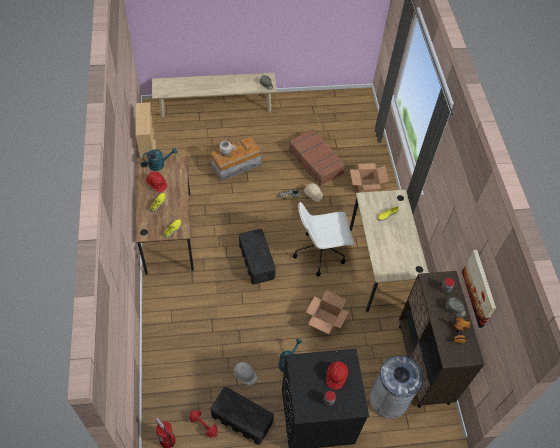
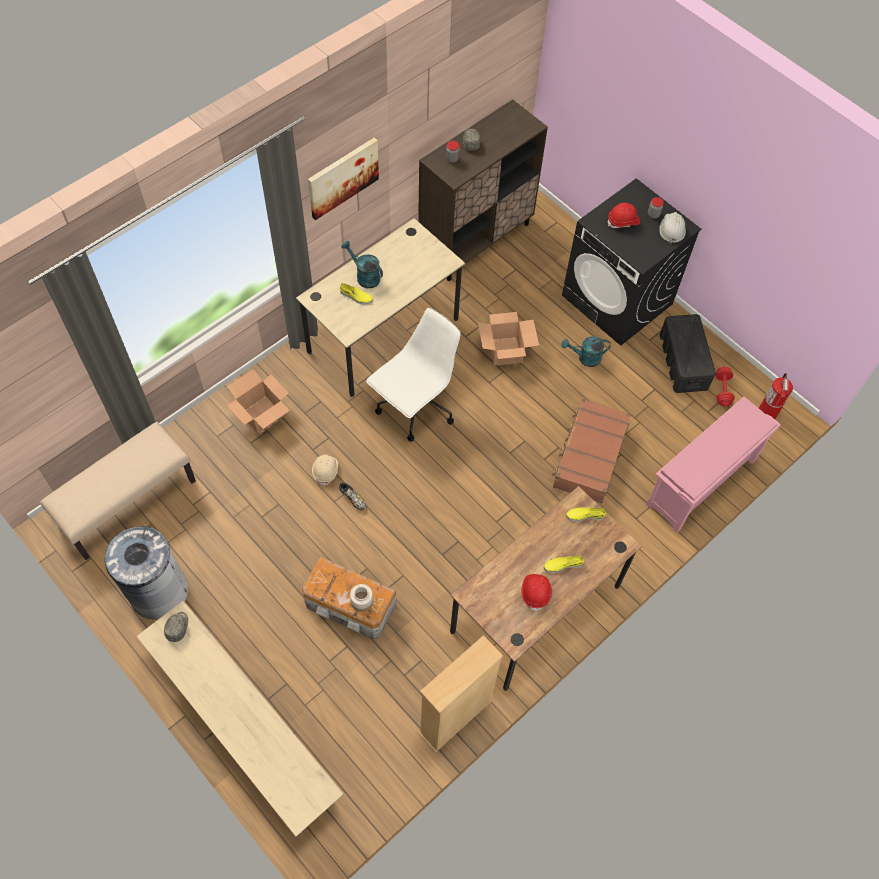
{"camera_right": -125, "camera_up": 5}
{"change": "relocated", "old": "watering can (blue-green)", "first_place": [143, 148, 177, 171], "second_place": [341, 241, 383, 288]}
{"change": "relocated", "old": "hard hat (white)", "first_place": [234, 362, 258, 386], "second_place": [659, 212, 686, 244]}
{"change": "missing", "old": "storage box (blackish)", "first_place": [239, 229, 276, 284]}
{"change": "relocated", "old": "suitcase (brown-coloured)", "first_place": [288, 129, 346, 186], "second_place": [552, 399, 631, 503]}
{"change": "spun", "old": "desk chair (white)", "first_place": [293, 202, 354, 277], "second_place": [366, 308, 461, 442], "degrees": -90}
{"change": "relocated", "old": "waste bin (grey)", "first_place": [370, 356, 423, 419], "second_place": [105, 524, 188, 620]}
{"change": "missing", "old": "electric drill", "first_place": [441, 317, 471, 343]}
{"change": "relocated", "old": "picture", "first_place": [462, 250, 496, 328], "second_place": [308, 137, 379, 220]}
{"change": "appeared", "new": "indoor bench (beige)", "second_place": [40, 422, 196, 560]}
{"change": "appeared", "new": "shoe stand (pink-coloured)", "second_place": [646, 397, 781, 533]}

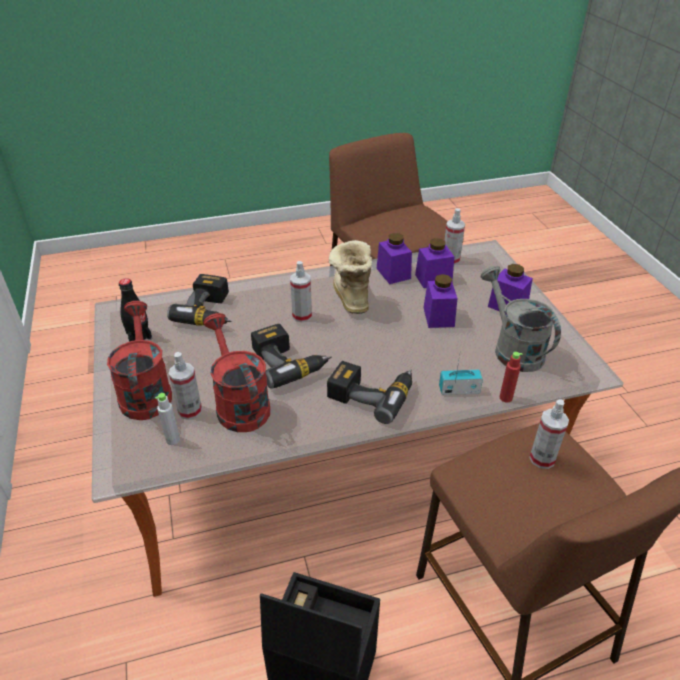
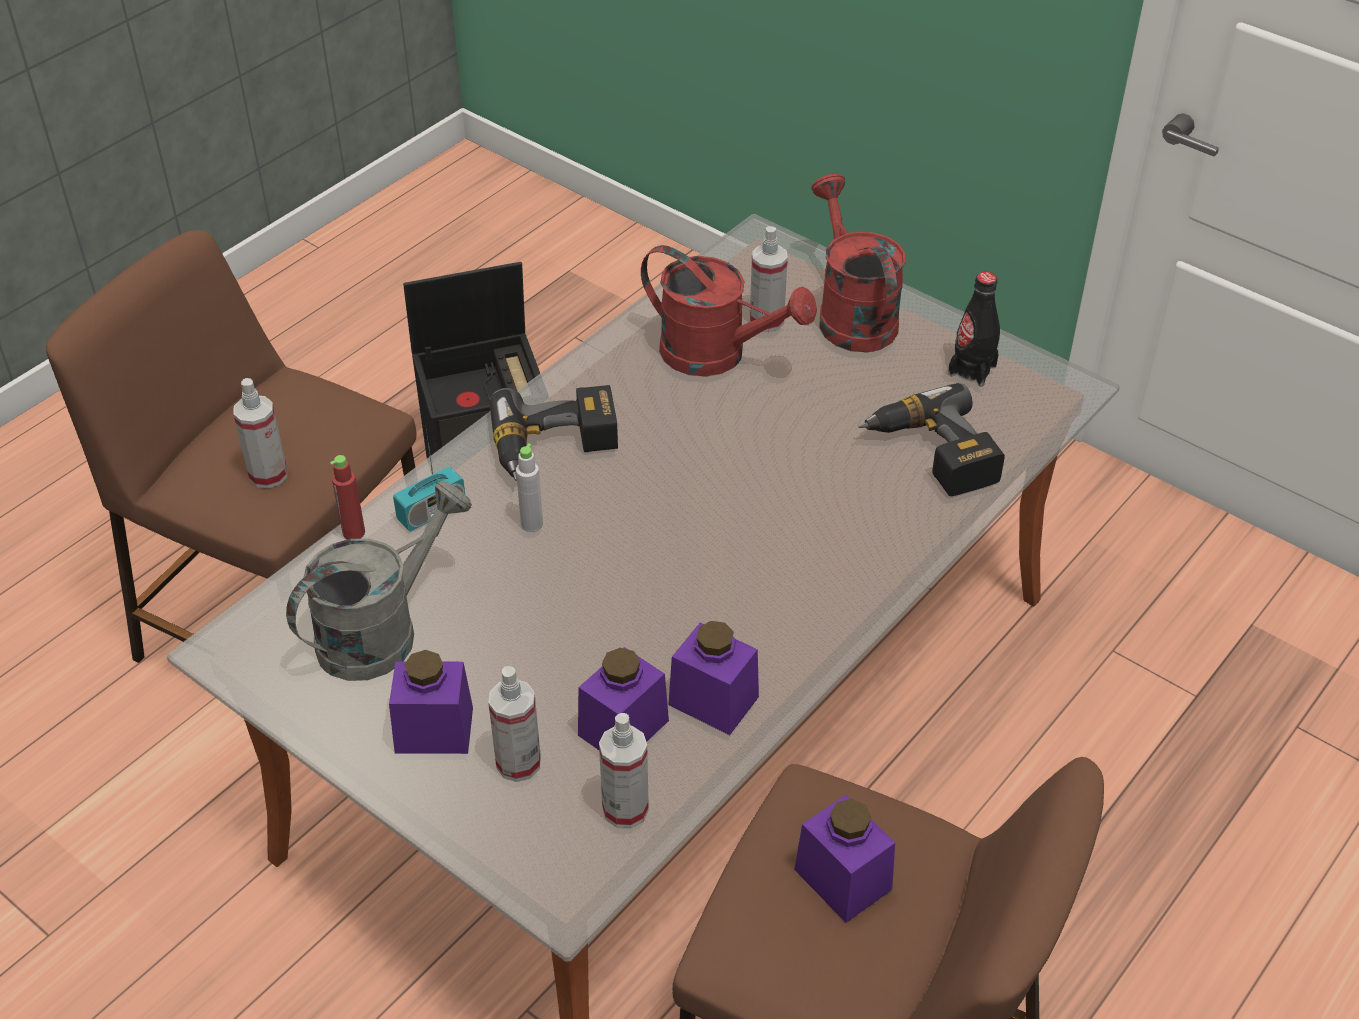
{"camera_right": 145, "camera_up": 5}
{"change": "spun", "old": "watering can (red)", "first_place": [107, 301, 172, 420], "second_place": [812, 174, 906, 352], "degrees": -150}
{"change": "relocated", "old": "drink bottle (grey)", "first_place": [155, 393, 180, 445], "second_place": [516, 443, 543, 532]}
{"change": "missing", "old": "electric drill", "first_place": [251, 324, 332, 389]}
{"change": "relocated", "old": "sprayer", "first_place": [290, 261, 312, 322], "second_place": [488, 666, 541, 782]}
{"change": "missing", "old": "high-top boot", "first_place": [329, 240, 372, 314]}
{"change": "relocated", "old": "preserve jar (purplish)", "first_place": [424, 274, 458, 328], "second_place": [794, 795, 895, 923]}
{"change": "spun", "old": "watering can (grey)", "first_place": [480, 266, 561, 372], "second_place": [286, 481, 472, 681], "degrees": -75}

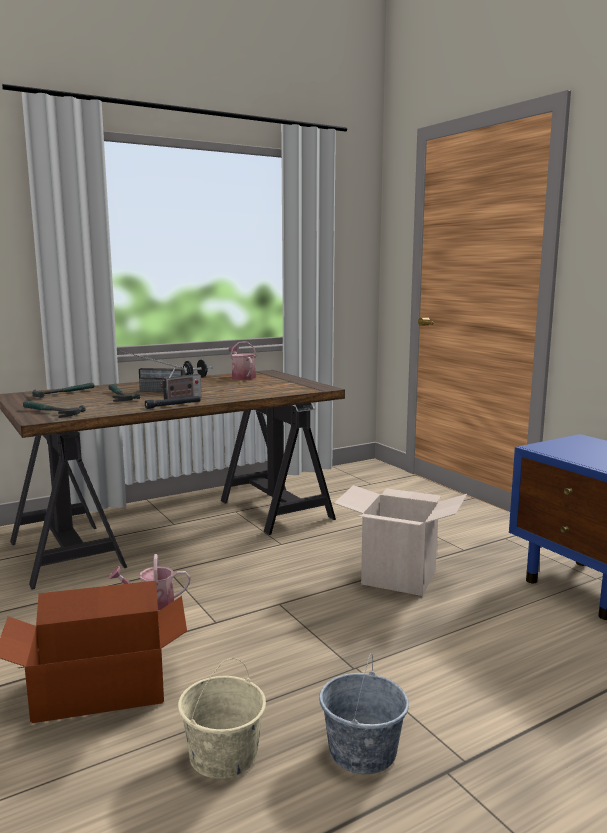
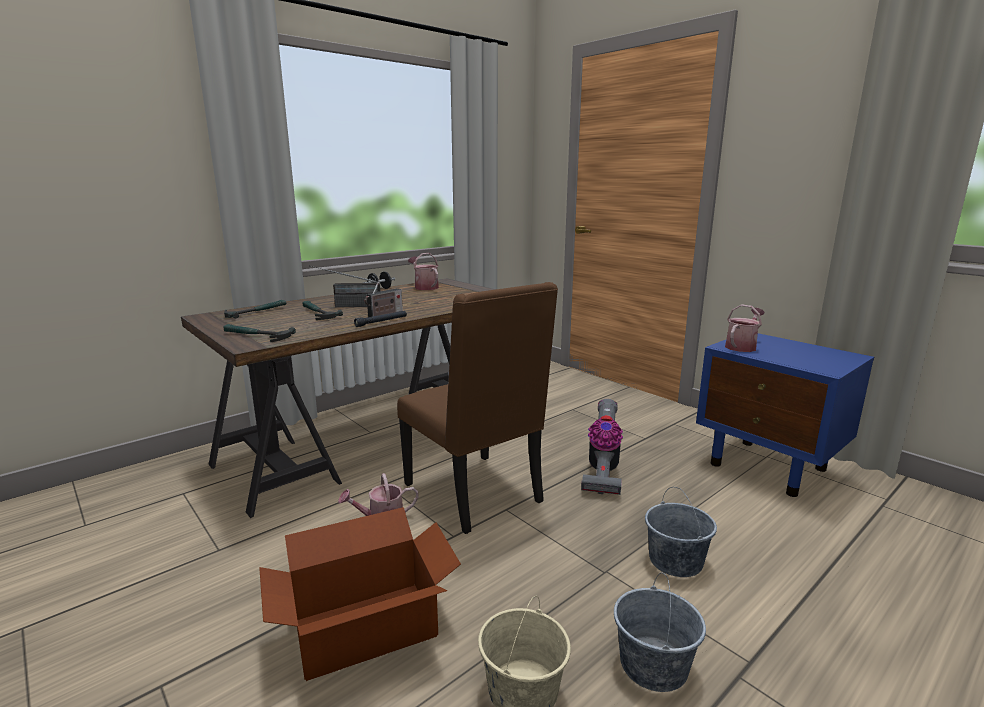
{"camera_right": -10, "camera_up": 5}
{"change": "exchanged", "old": "packing box", "new": "vacuum", "first_place": [334, 485, 467, 596], "second_place": [581, 399, 623, 495]}
{"change": "appeared", "new": "upright chair (brown-coloured)", "second_place": [397, 282, 558, 534]}
{"change": "appeared", "new": "bucket (grey)", "second_place": [645, 487, 717, 577]}
{"change": "appeared", "new": "watering can", "second_place": [725, 304, 765, 352]}

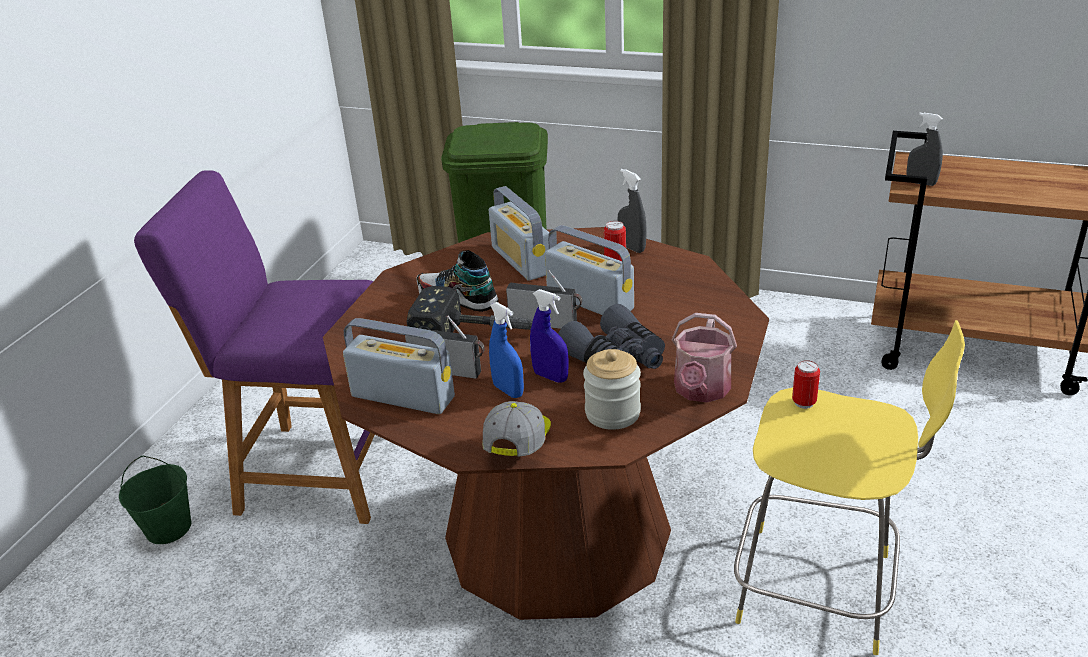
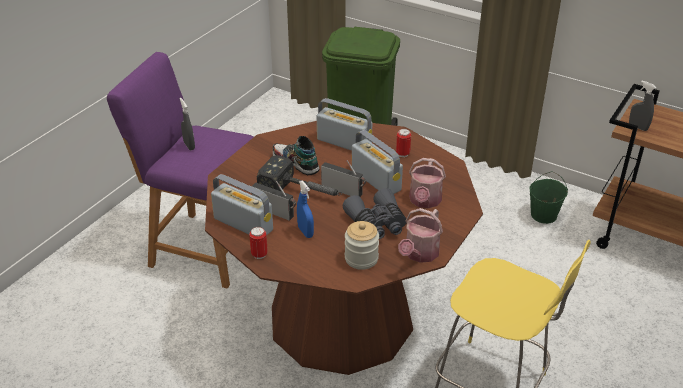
{"camera_right": 10, "camera_up": 5}
{"change": "relocated", "old": "bucket (greenish)", "first_place": [119, 456, 191, 544], "second_place": [529, 171, 568, 224]}
{"change": "missing", "old": "baseball cap", "first_place": [482, 401, 551, 457]}
{"change": "spun", "old": "radio set", "first_place": [489, 186, 549, 281], "second_place": [317, 98, 372, 151], "degrees": 135}
{"change": "missing", "old": "sprayer (blue)", "first_place": [530, 289, 569, 383]}
{"change": "relocated", "old": "sprayer (grey)", "first_place": [617, 169, 647, 253], "second_place": [180, 98, 195, 150]}
{"change": "relocated", "old": "metal can", "first_place": [792, 360, 820, 409], "second_place": [249, 227, 268, 259]}
{"change": "appeared", "new": "watering can", "second_place": [409, 158, 446, 208]}

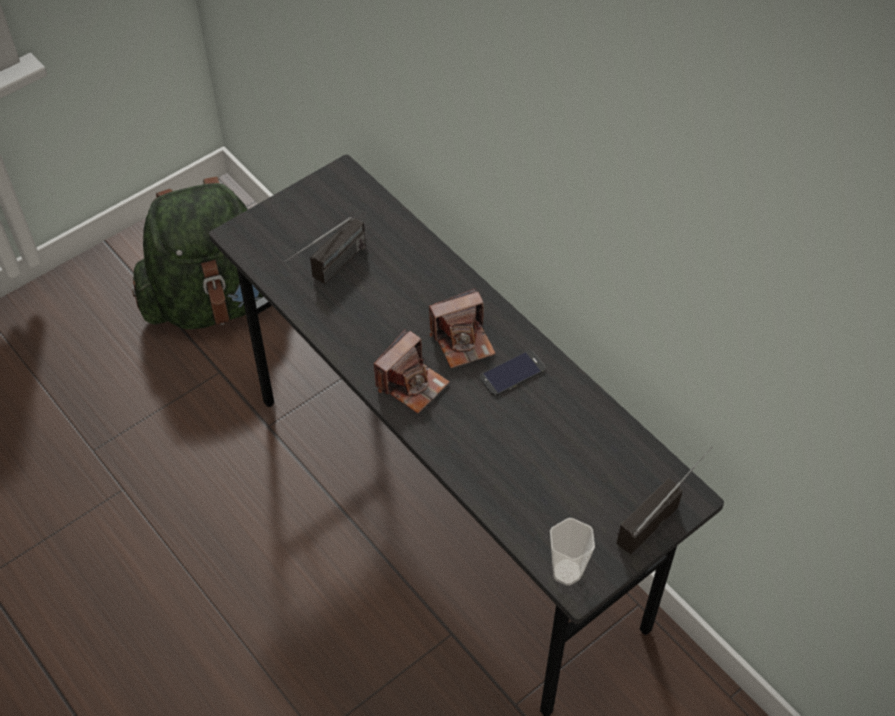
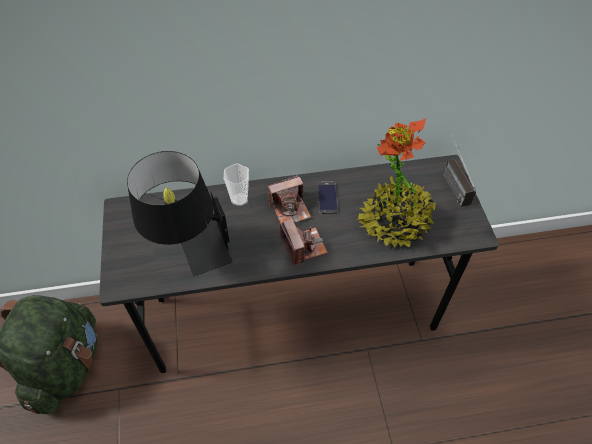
{"camera_right": -60, "camera_up": 0}
{"change": "exchanged", "old": "radio set", "new": "lamp for a table (blackish)", "first_place": [284, 217, 366, 284], "second_place": [127, 151, 233, 276]}
{"change": "spun", "old": "still camera", "first_place": [429, 289, 496, 368], "second_place": [268, 175, 311, 224], "degrees": 60}
{"change": "relocated", "old": "drinking cup", "first_place": [550, 518, 595, 586], "second_place": [224, 164, 249, 206]}
{"change": "appeared", "new": "potted plant", "second_place": [355, 118, 436, 247]}

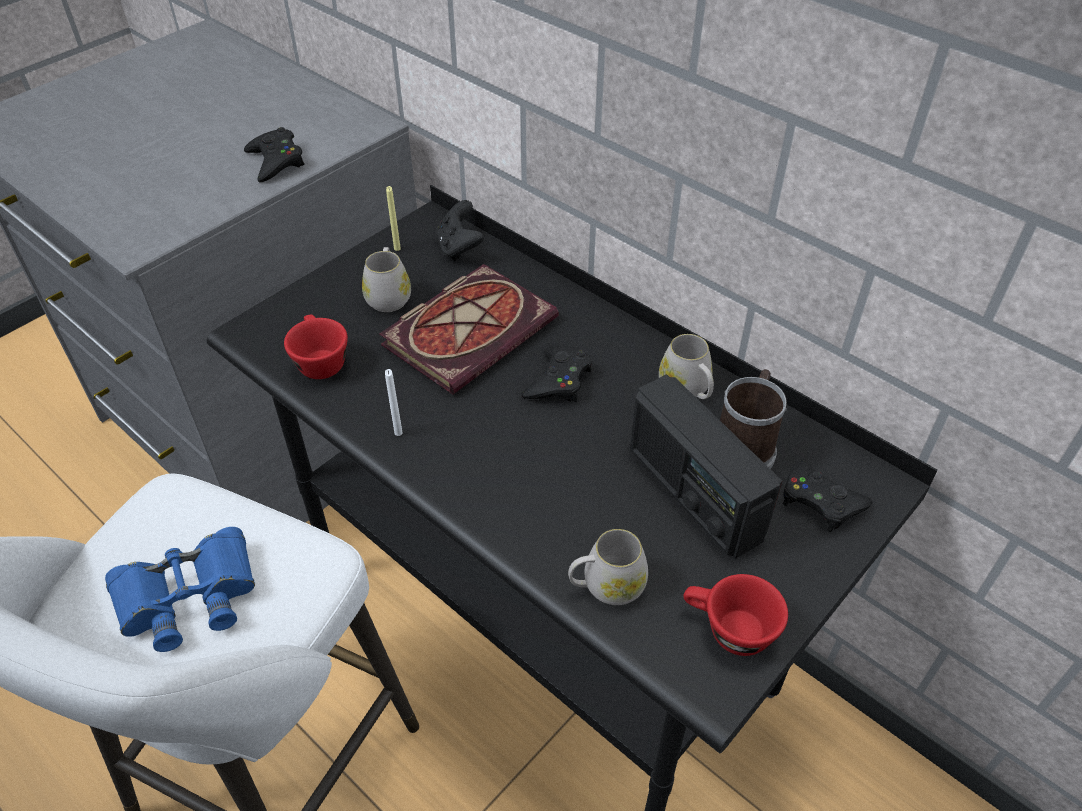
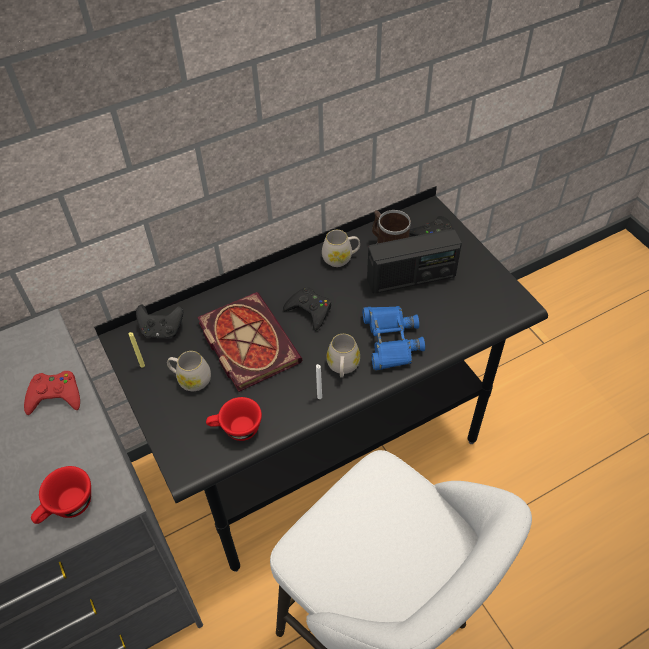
{"camera_right": -70, "camera_up": 5}
{"change": "relocated", "old": "field glasses (blue)", "first_place": [105, 527, 255, 652], "second_place": [362, 306, 425, 370]}
{"change": "colour", "old": "game controller (blackish)", "new": "game controller (red)", "first_place": [244, 127, 305, 182], "second_place": [24, 371, 80, 415]}
{"change": "relocated", "old": "tea mug (white)", "first_place": [568, 529, 648, 605], "second_place": [326, 334, 360, 378]}
{"change": "relocated", "old": "drinking cup (red)", "first_place": [683, 574, 788, 656], "second_place": [31, 466, 91, 524]}

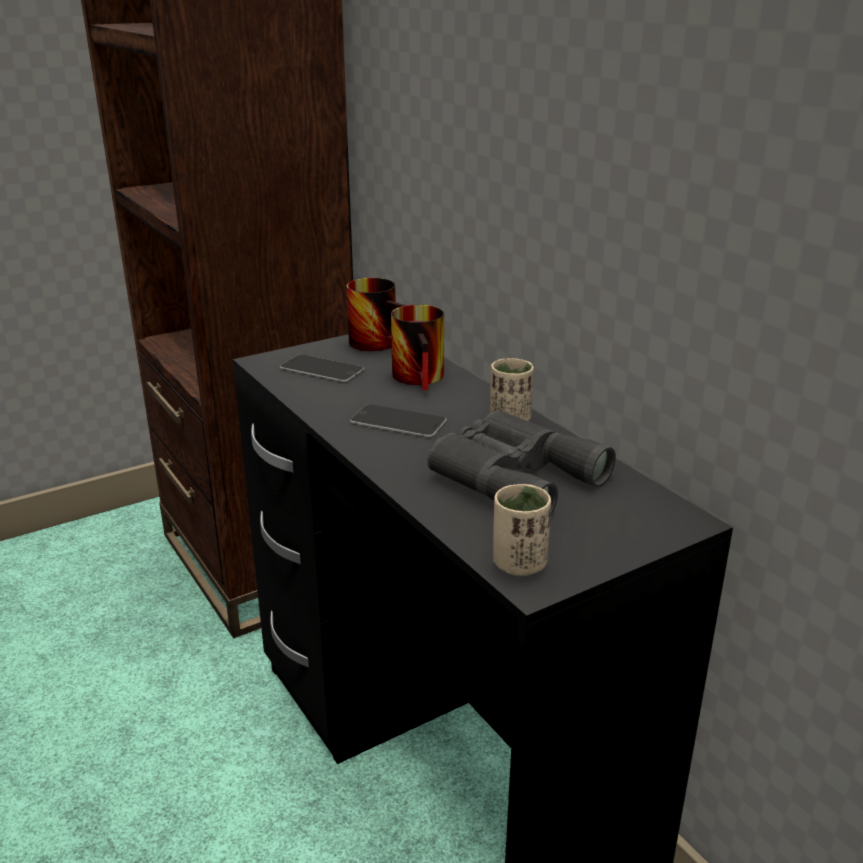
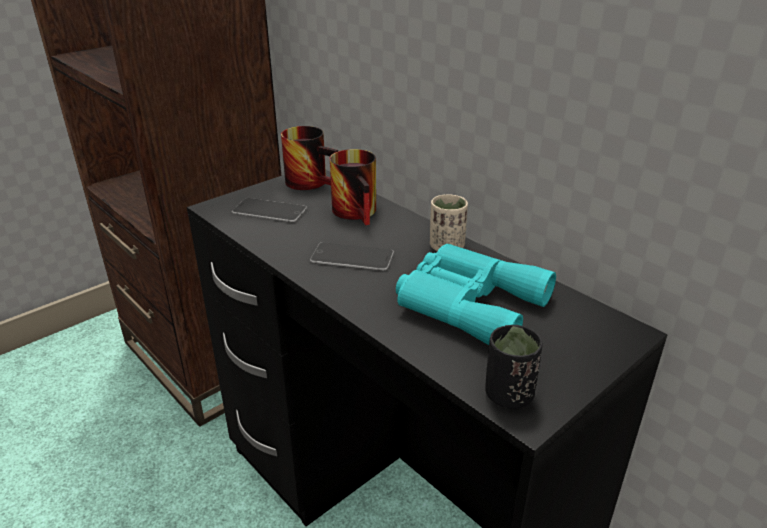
{"camera_right": -10, "camera_up": 5}
{"change": "colour", "old": "field glasses (grey)", "new": "field glasses (blue-green)", "first_place": [427, 411, 616, 516], "second_place": [396, 244, 556, 345]}
{"change": "colour", "old": "drinking cup (beige)", "new": "drinking cup (blackish)", "first_place": [493, 484, 551, 576], "second_place": [485, 325, 543, 409]}

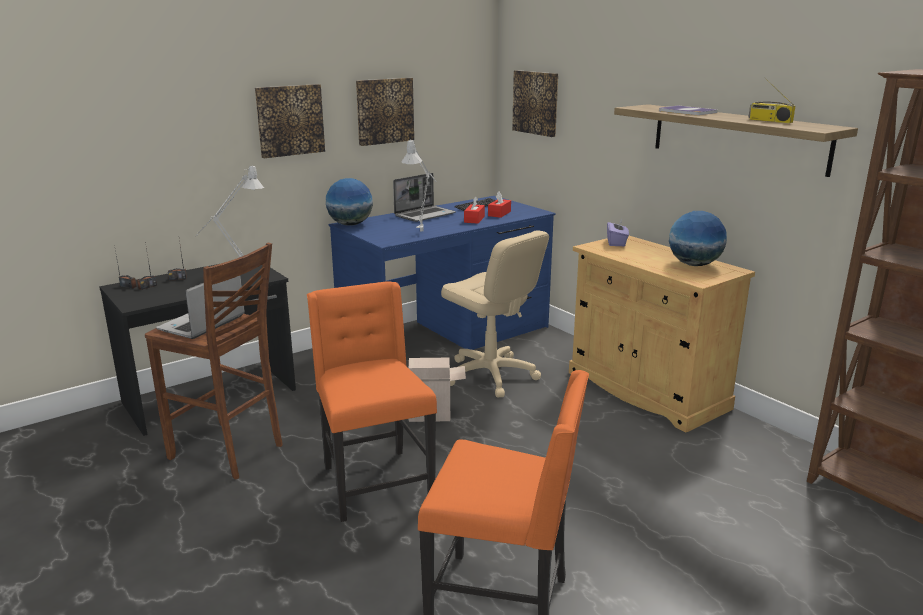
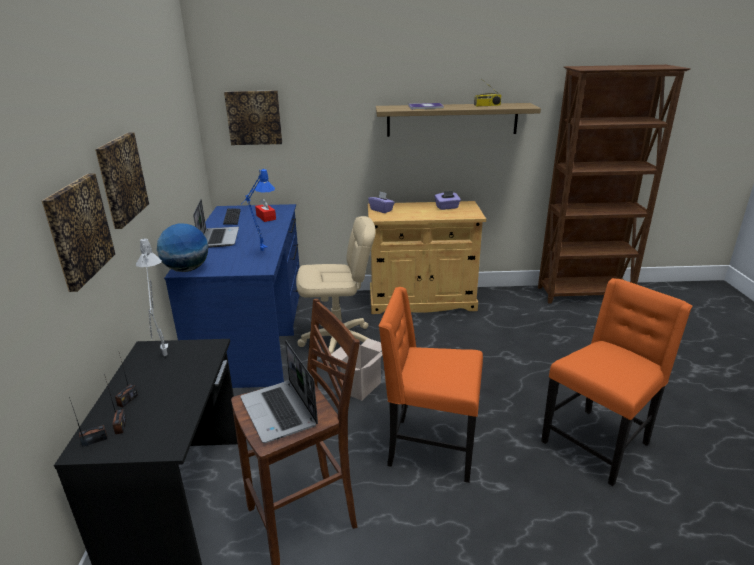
{"camera_right": -55, "camera_up": 5}
{"change": "relocated", "old": "picture", "first_place": [356, 78, 414, 146], "second_place": [42, 173, 115, 292]}
{"change": "colour", "old": "lamp for a table (grey)", "new": "lamp for a table (blue)", "first_place": [401, 139, 437, 231], "second_place": [241, 168, 275, 251]}
{"change": "missing", "old": "box of tissues (red)", "first_place": [464, 196, 485, 224]}
{"change": "exchanged", "old": "globe", "new": "box of tissues (purplish)", "first_place": [669, 211, 727, 266], "second_place": [435, 191, 461, 210]}

